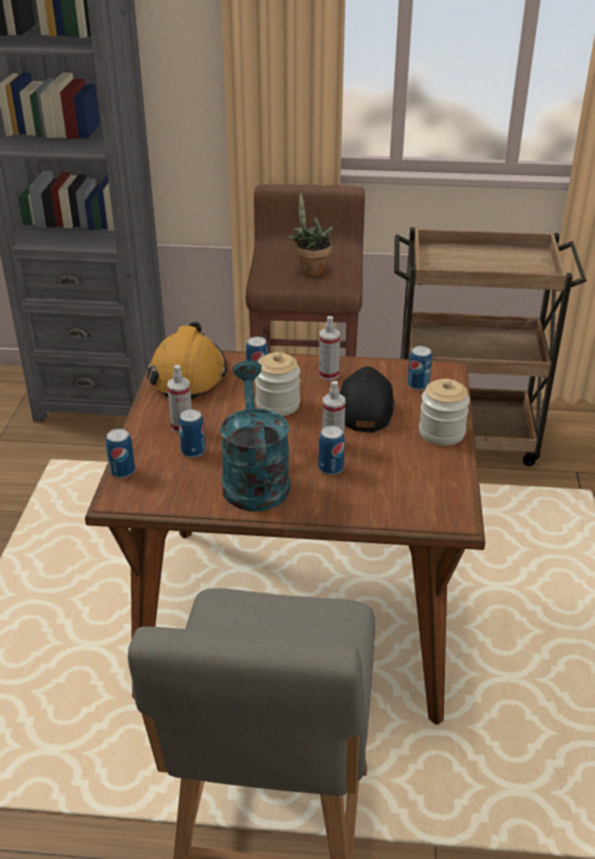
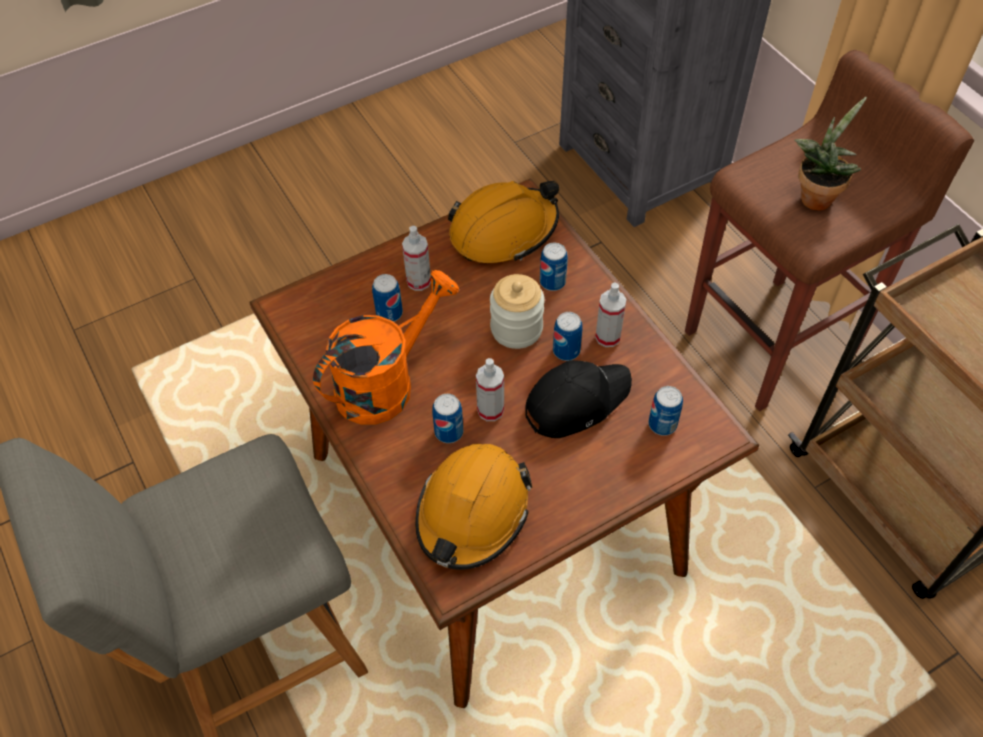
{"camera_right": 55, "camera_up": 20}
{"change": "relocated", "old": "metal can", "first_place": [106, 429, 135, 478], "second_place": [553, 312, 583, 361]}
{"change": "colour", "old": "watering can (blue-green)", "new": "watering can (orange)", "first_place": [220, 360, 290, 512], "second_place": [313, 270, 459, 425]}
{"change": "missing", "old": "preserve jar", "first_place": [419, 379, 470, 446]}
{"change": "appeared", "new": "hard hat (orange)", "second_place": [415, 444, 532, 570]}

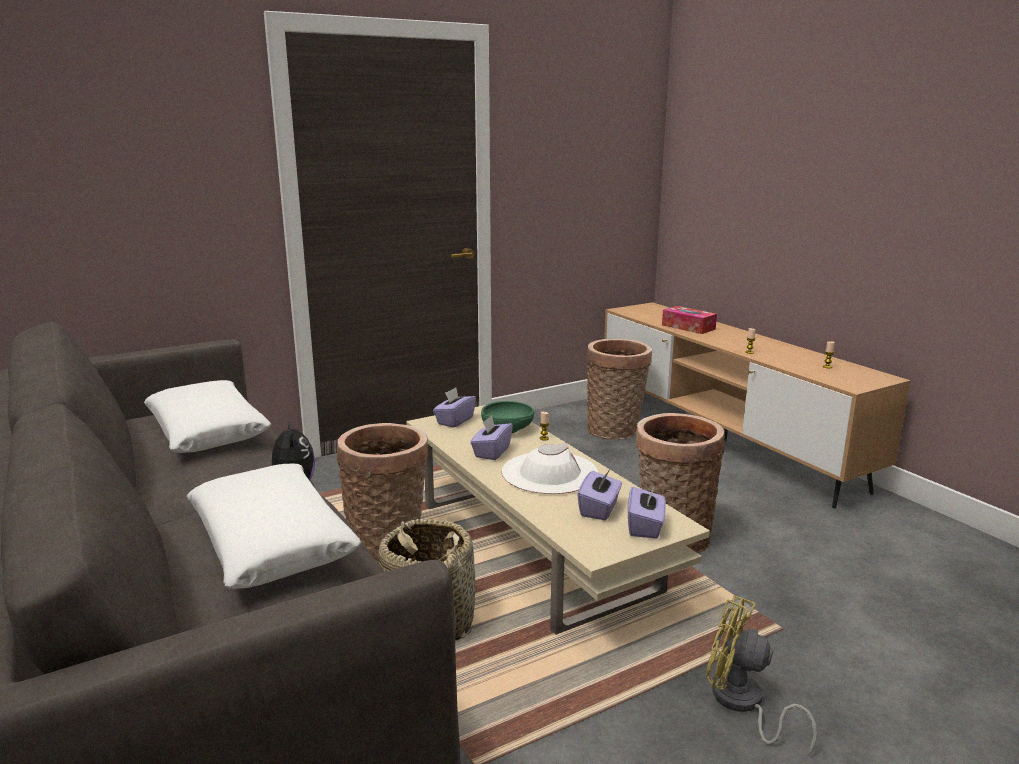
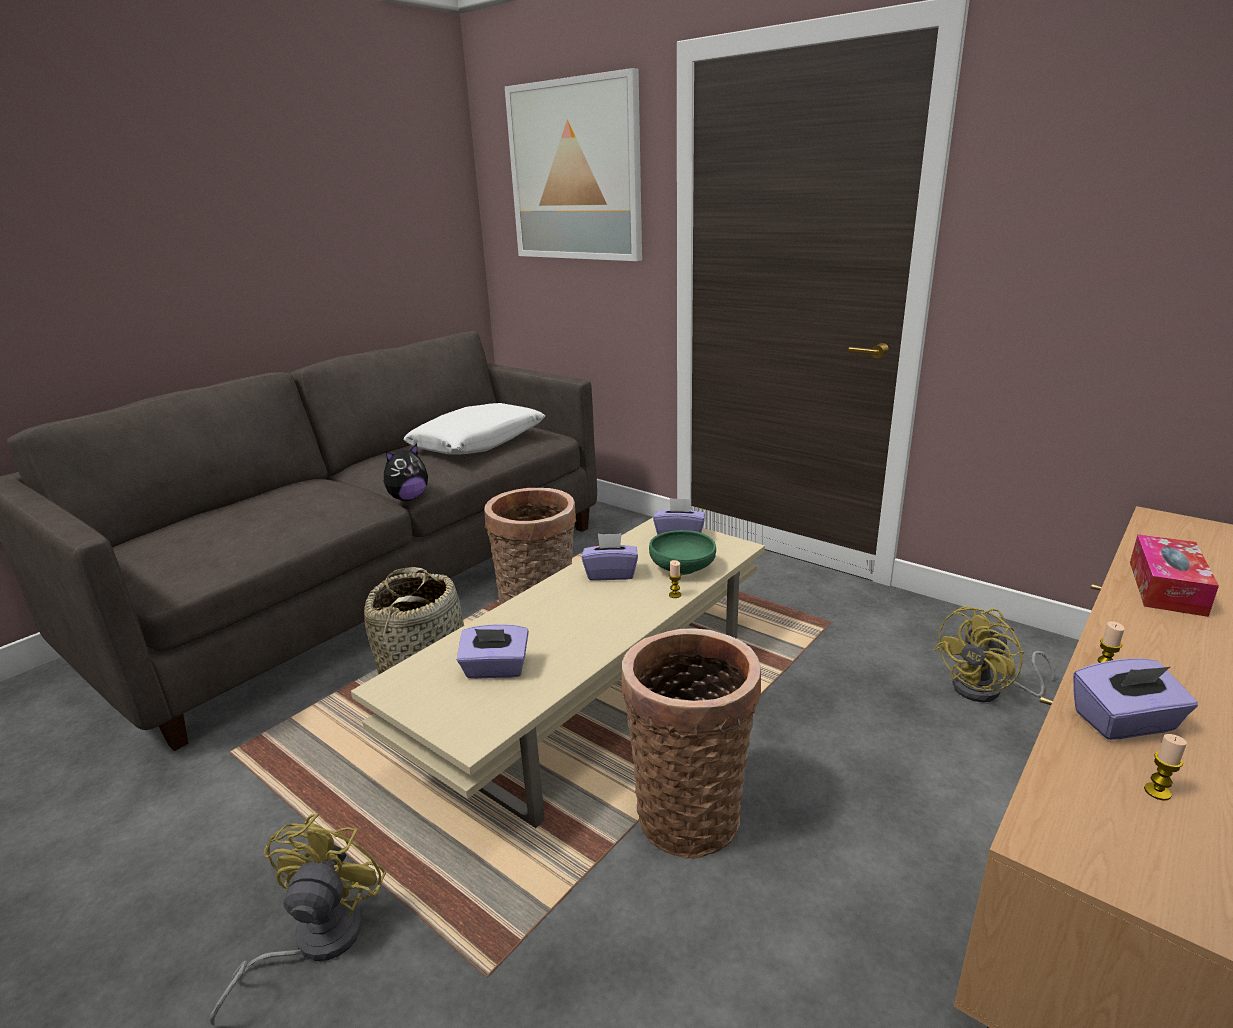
{"camera_right": 70, "camera_up": 5}
{"change": "missing", "old": "cushion (white)", "first_place": [187, 464, 362, 589]}
{"change": "missing", "old": "hat (white)", "first_place": [502, 443, 598, 494]}
{"change": "exchanged", "old": "household basket", "new": "fan (yellow)", "first_place": [586, 339, 652, 440], "second_place": [934, 606, 1055, 702]}
{"change": "relocated", "old": "box of tissues (purplish)", "first_place": [628, 485, 666, 539], "second_place": [1073, 658, 1198, 740]}
{"change": "appeared", "new": "picture", "second_place": [505, 68, 642, 261]}

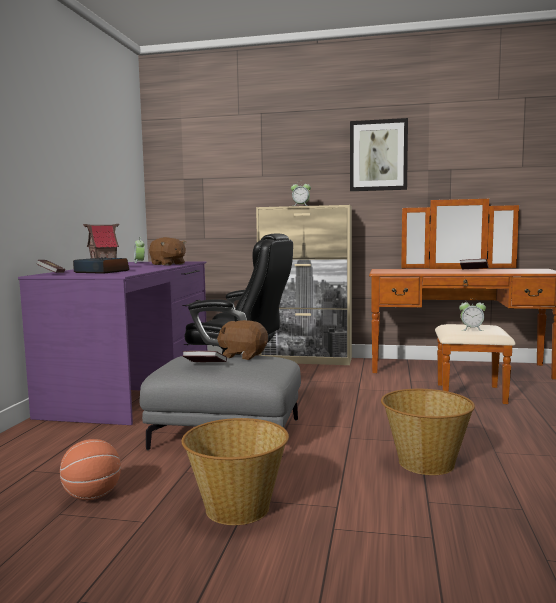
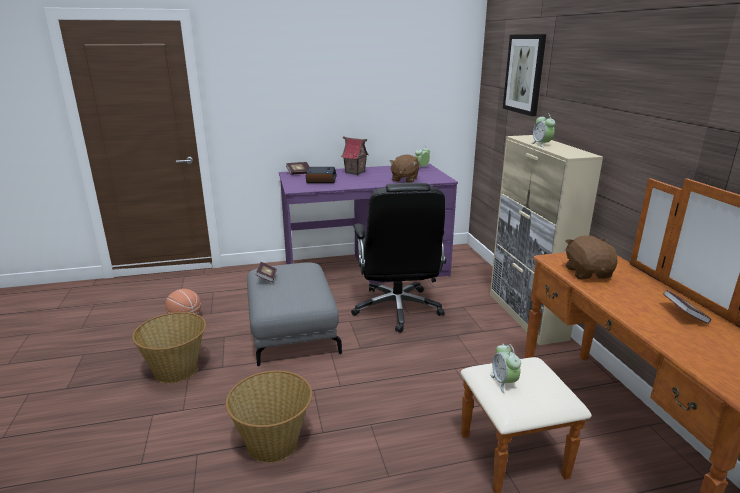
{"camera_right": 65, "camera_up": 15}
{"change": "relocated", "old": "cuddly toy (brown-coloured)", "first_place": [217, 320, 268, 360], "second_place": [566, 235, 617, 279]}
{"change": "relocated", "old": "picture", "first_place": [350, 118, 408, 191], "second_place": [503, 34, 546, 116]}

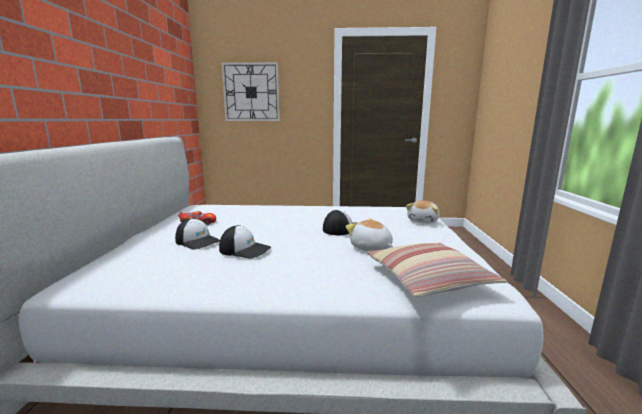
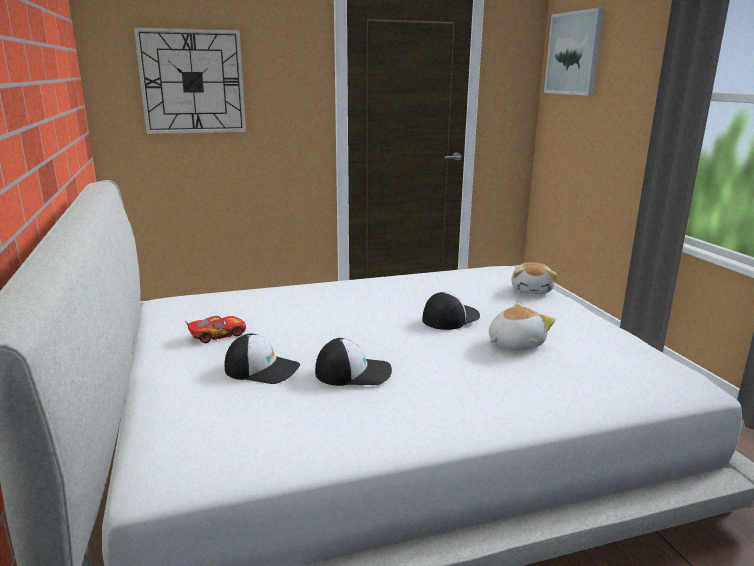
{"camera_right": -20, "camera_up": 5}
{"change": "spun", "old": "cuddly toy", "first_place": [346, 218, 393, 251], "second_place": [489, 303, 555, 350], "degrees": 120}
{"change": "missing", "old": "cushion", "first_place": [367, 243, 507, 297]}
{"change": "appeared", "new": "picture", "second_place": [544, 8, 604, 96]}

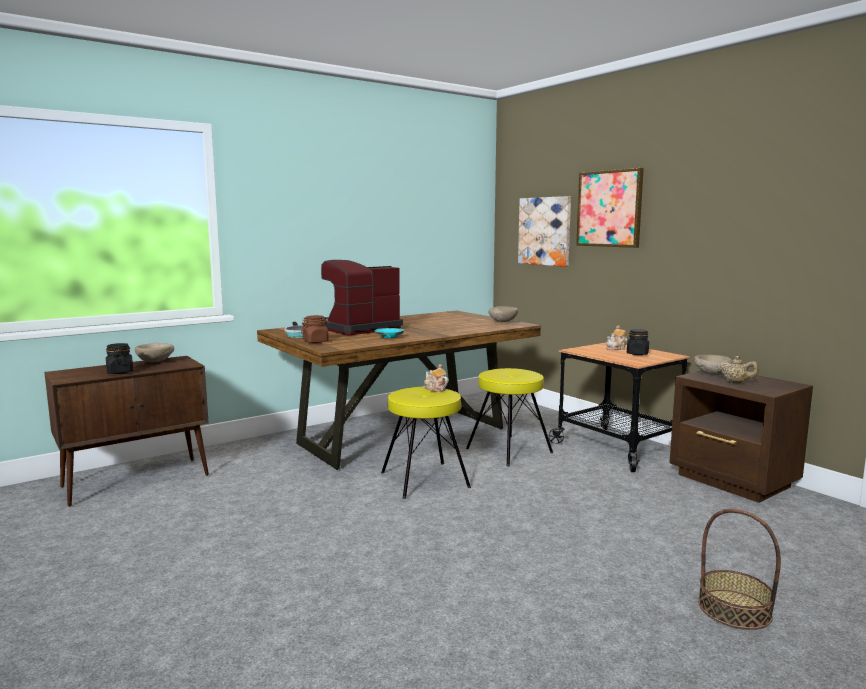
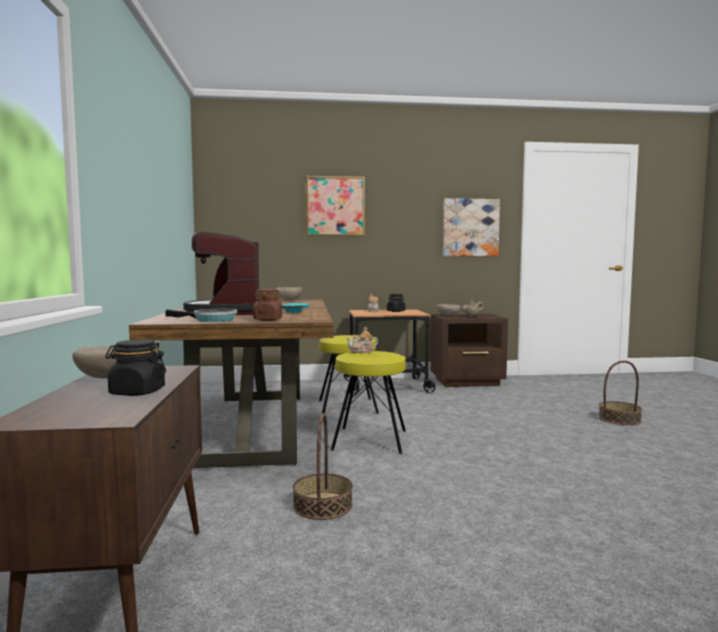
{"camera_right": -60, "camera_up": -5}
{"change": "relocated", "old": "picture", "first_place": [518, 196, 571, 267], "second_place": [443, 198, 500, 256]}
{"change": "appeared", "new": "household basket", "second_place": [293, 413, 353, 520]}

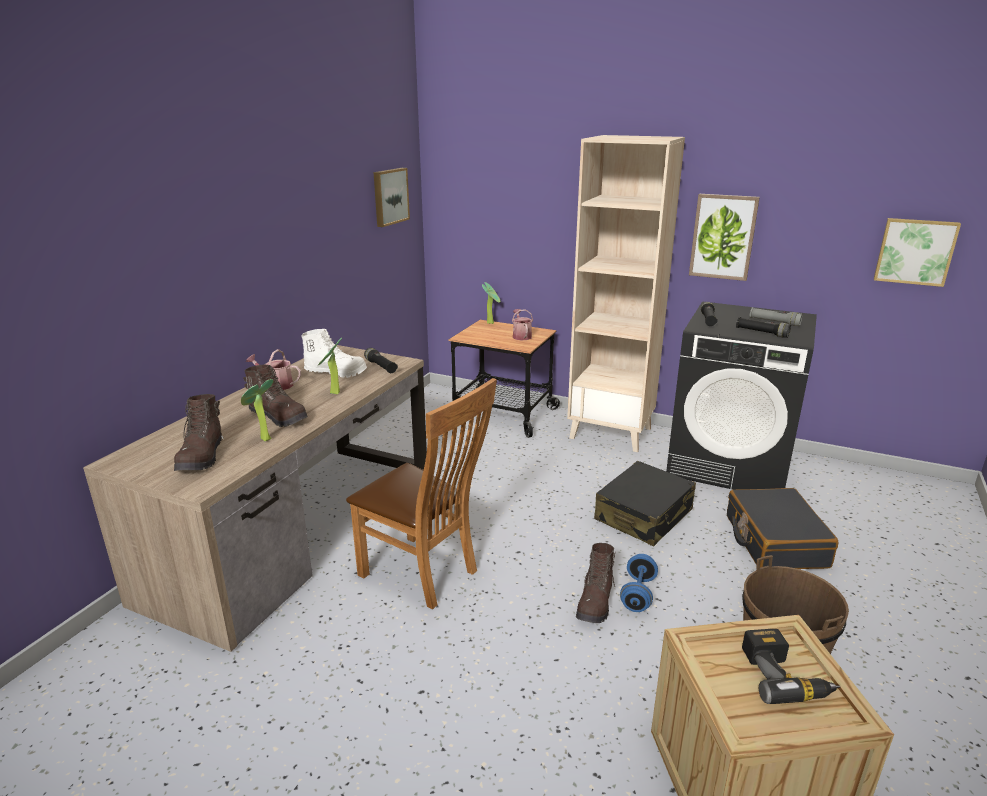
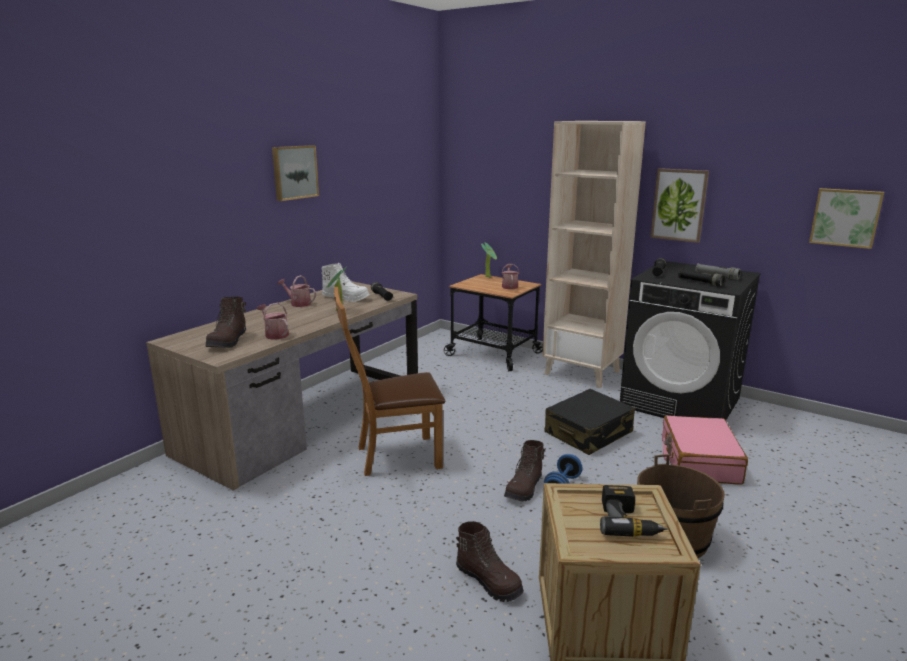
{"camera_right": 10, "camera_up": -5}
{"change": "exchanged", "old": "potted plant", "new": "watering can", "first_place": [241, 379, 273, 442], "second_place": [257, 303, 289, 340]}
{"change": "relocated", "old": "high-top boot (brown-coloured)", "first_place": [243, 364, 308, 427], "second_place": [456, 521, 524, 602]}
{"change": "spun", "old": "upright chair (brown-coloured)", "first_place": [346, 378, 497, 610], "second_place": [334, 287, 445, 476], "degrees": 120}
{"change": "relocated", "old": "picture", "first_place": [374, 168, 410, 227], "second_place": [272, 145, 319, 201]}
{"change": "colour", "old": "suitcase (blackish)", "new": "suitcase (pink-coloured)", "first_place": [727, 488, 838, 569], "second_place": [662, 415, 748, 485]}

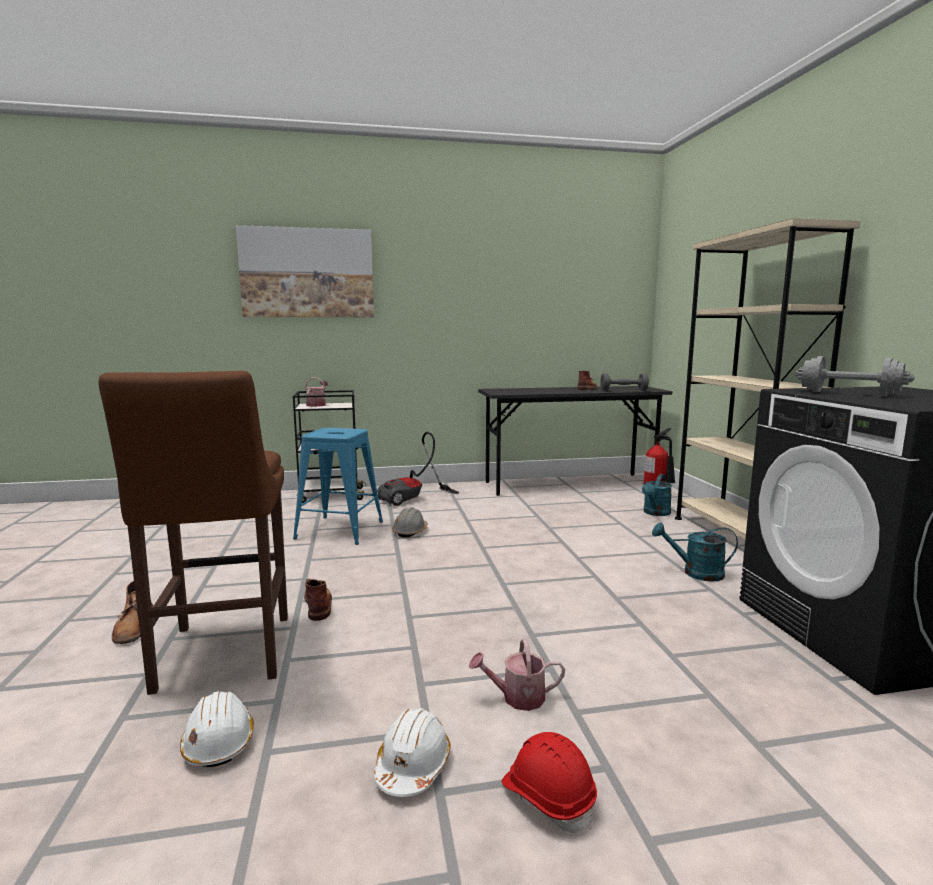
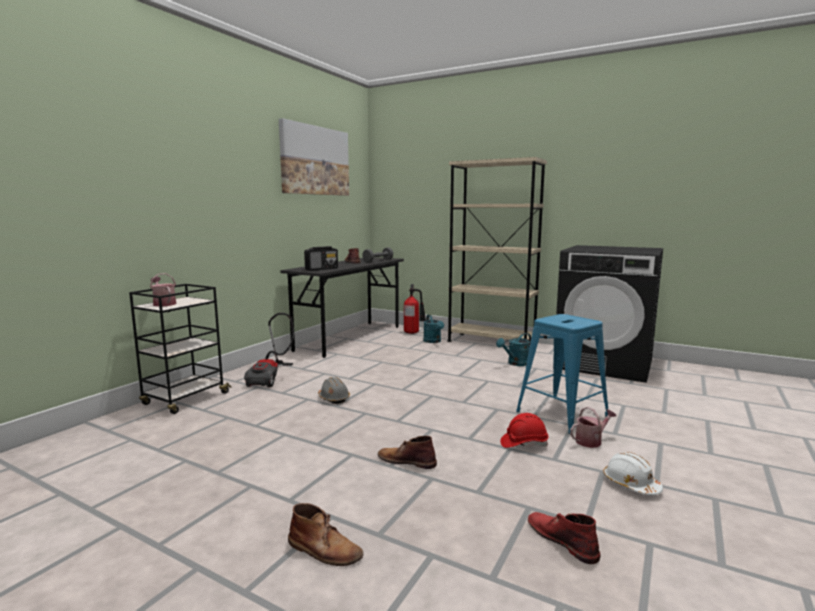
{"camera_right": -50, "camera_up": 0}
{"change": "missing", "old": "stool (brown-coloured)", "first_place": [99, 371, 288, 695]}
{"change": "exchanged", "old": "hard hat (white)", "new": "high-top boot (red)", "first_place": [180, 691, 254, 767], "second_place": [528, 512, 600, 564]}
{"change": "relocated", "old": "picture", "first_place": [236, 225, 374, 317], "second_place": [279, 118, 349, 196]}
{"change": "relocated", "old": "stool (blue)", "first_place": [293, 428, 383, 545], "second_place": [516, 314, 608, 434]}
{"change": "spun", "old": "watering can", "first_place": [469, 639, 565, 711], "second_place": [570, 407, 616, 448], "degrees": -150}
{"change": "relocated", "old": "hard hat (red)", "first_place": [502, 732, 597, 833], "second_place": [500, 413, 549, 448]}
{"change": "missing", "old": "dumbbell (grey)", "first_place": [795, 356, 915, 396]}
{"change": "appeared", "new": "radio set", "second_place": [304, 246, 338, 271]}

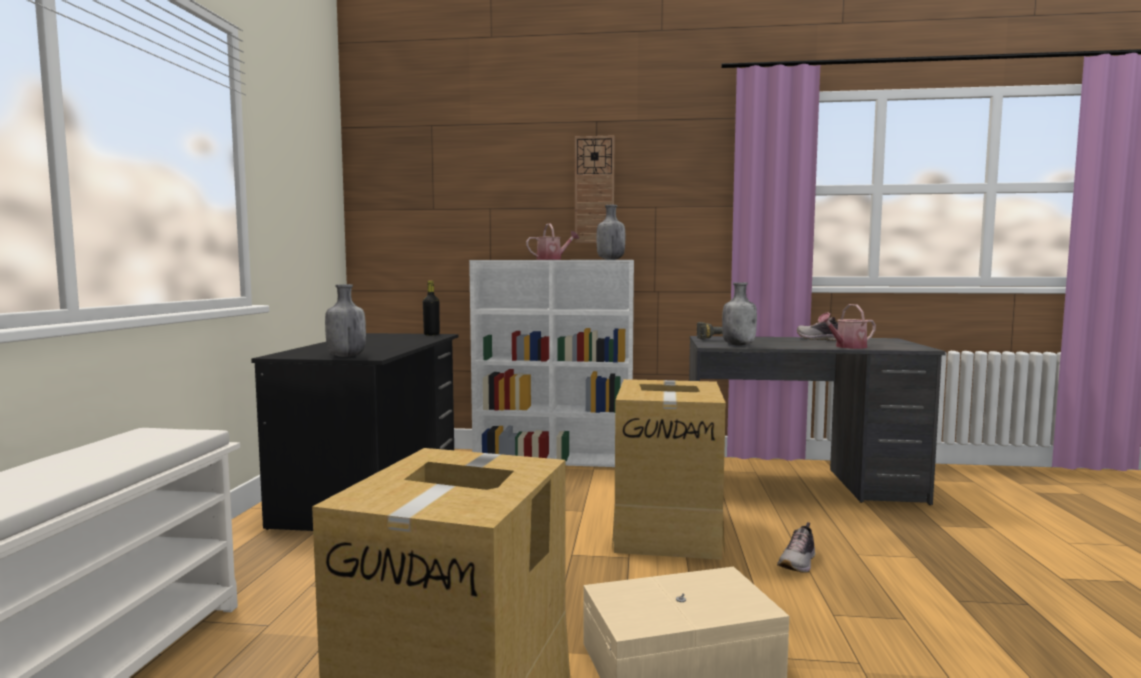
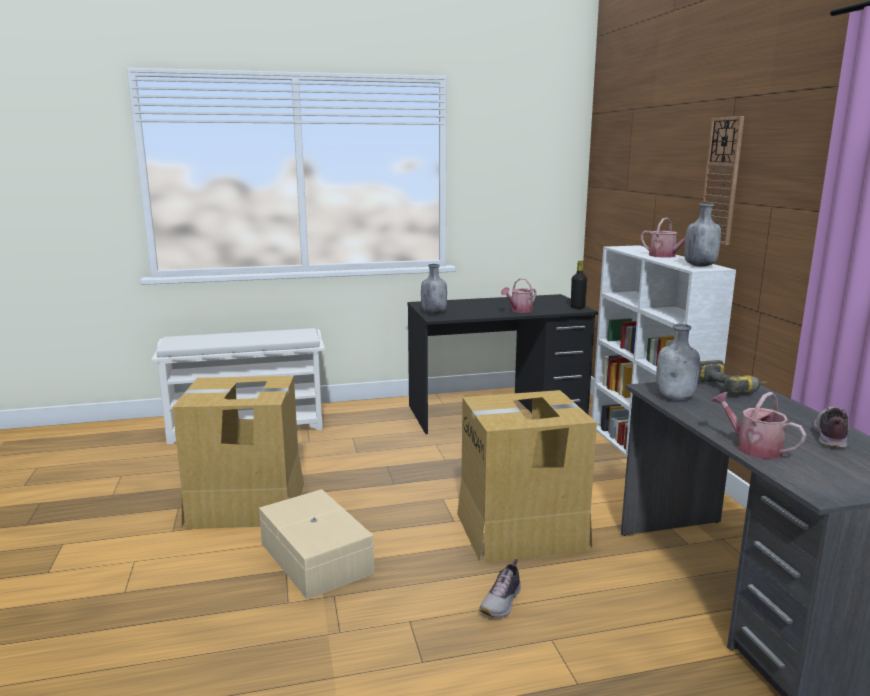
{"camera_right": 70, "camera_up": 10}
{"change": "spun", "old": "shoe", "first_place": [777, 522, 815, 573], "second_place": [479, 559, 521, 618], "degrees": -75}
{"change": "appeared", "new": "watering can", "second_place": [501, 278, 536, 313]}

